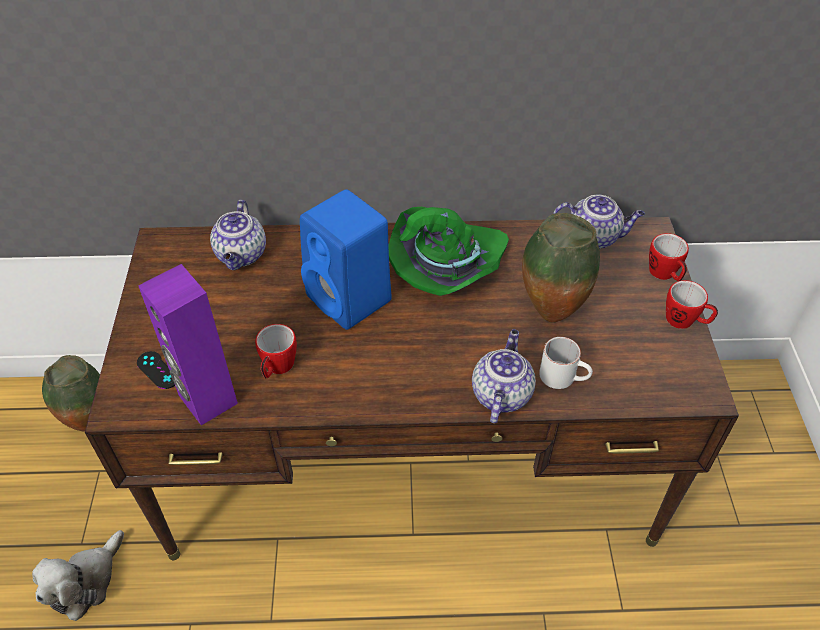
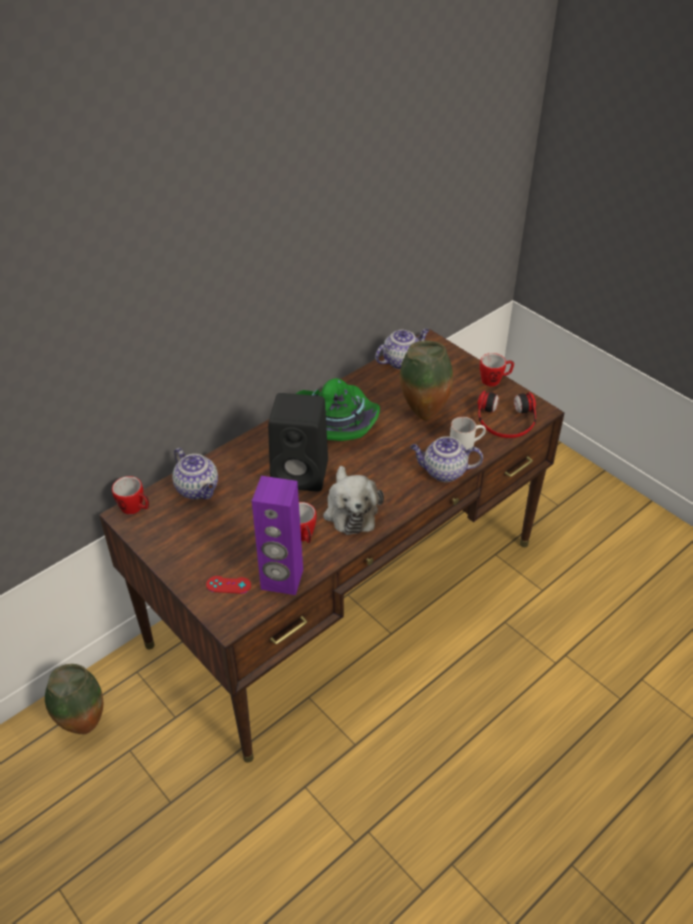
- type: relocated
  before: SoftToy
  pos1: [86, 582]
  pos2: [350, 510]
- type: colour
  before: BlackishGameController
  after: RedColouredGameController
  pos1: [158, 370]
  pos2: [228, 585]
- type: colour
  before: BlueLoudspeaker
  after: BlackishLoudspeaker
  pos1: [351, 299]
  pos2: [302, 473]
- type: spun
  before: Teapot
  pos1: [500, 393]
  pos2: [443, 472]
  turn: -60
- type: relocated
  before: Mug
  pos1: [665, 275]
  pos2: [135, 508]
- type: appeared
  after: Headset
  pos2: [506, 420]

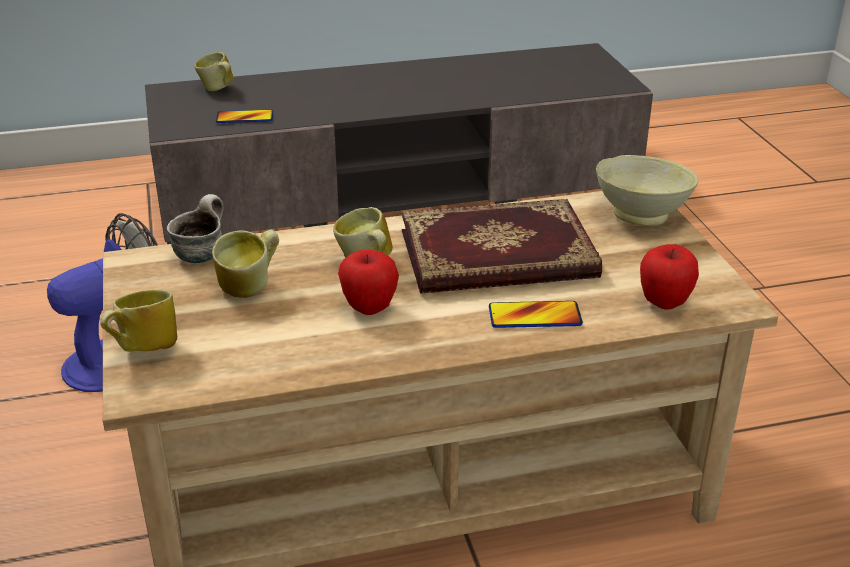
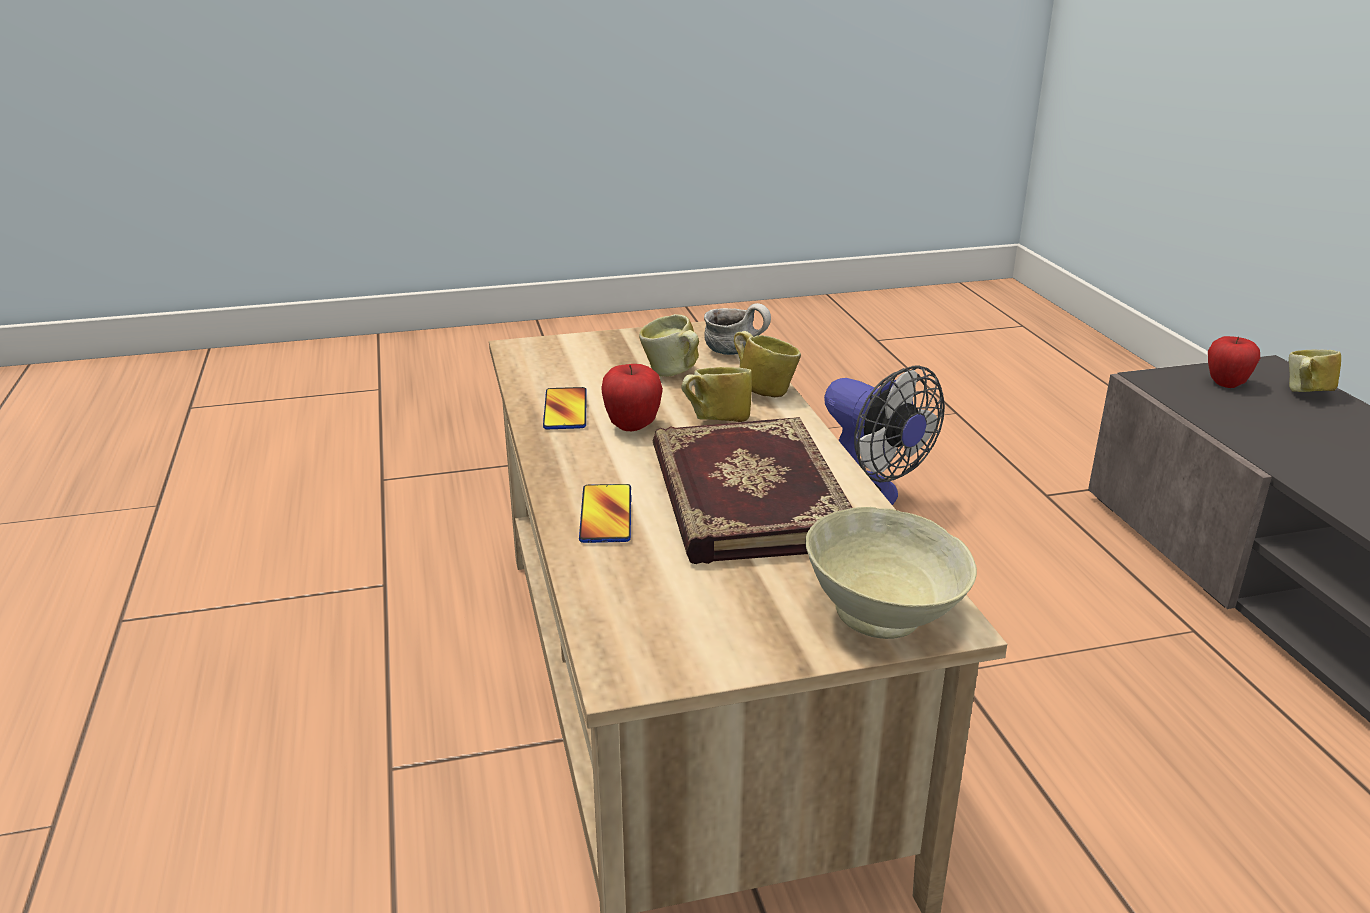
- type: relocated
  before: Mug
  pos1: [143, 350]
  pos2: [762, 391]
- type: relocated
  before: Handset
  pos1: [244, 118]
  pos2: [565, 410]
- type: relocated
  before: WholeApple
  pos1: [664, 303]
  pos2: [1226, 384]

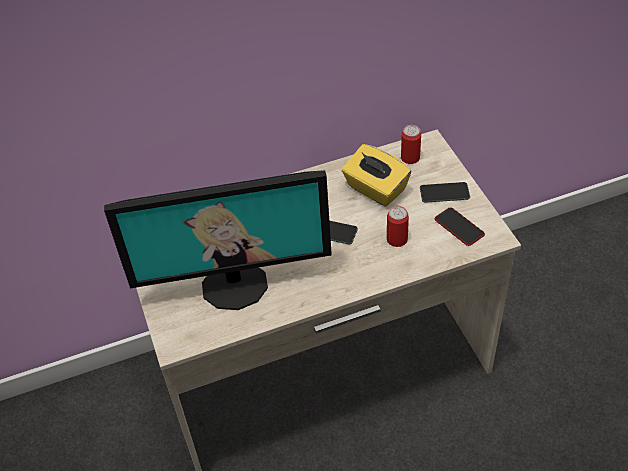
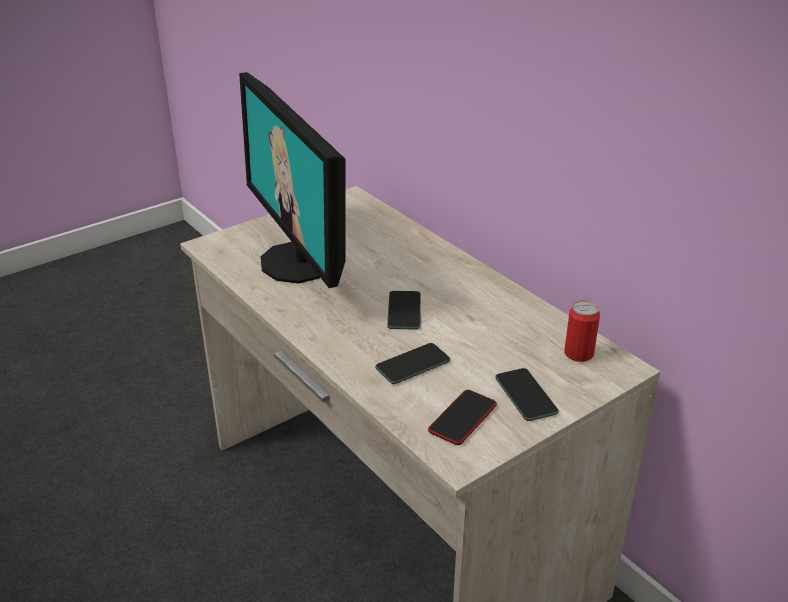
- type: missing
  before: YellowTissueBox
  pos1: [375, 189]
- type: exchanged
  before: SealedCan
  after: Handset
  pos1: [397, 239]
  pos2: [413, 364]

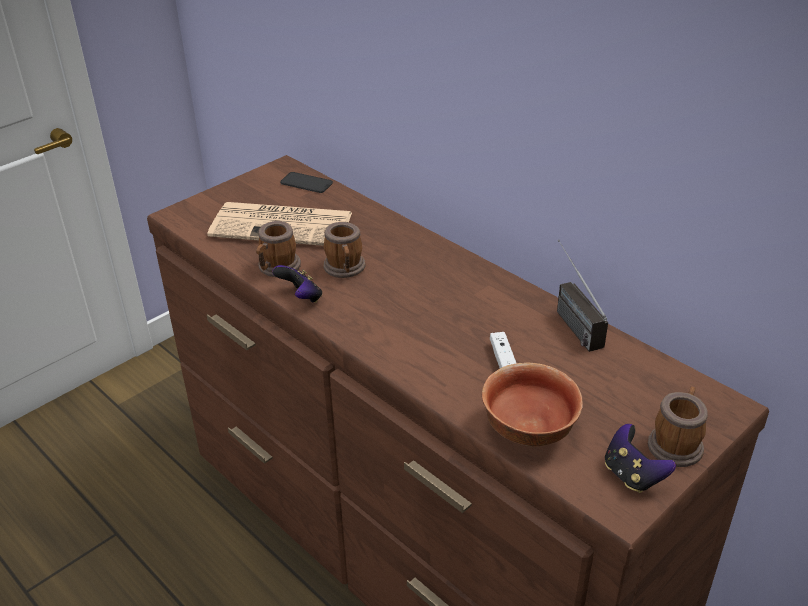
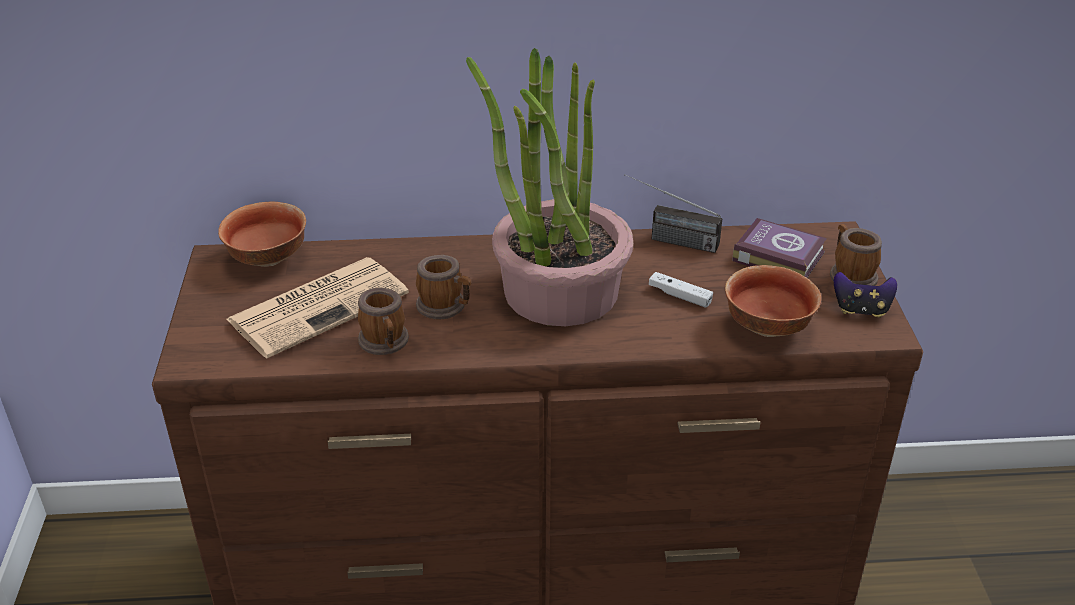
- type: missing
  before: GameController
  pos1: [301, 298]
- type: exchanged
  before: Handset
  after: DeepDish
  pos1: [306, 183]
  pos2: [269, 259]
- type: appeared
  after: PlantInAPot
  pos2: [559, 291]
- type: appeared
  after: Book
  pos2: [777, 255]

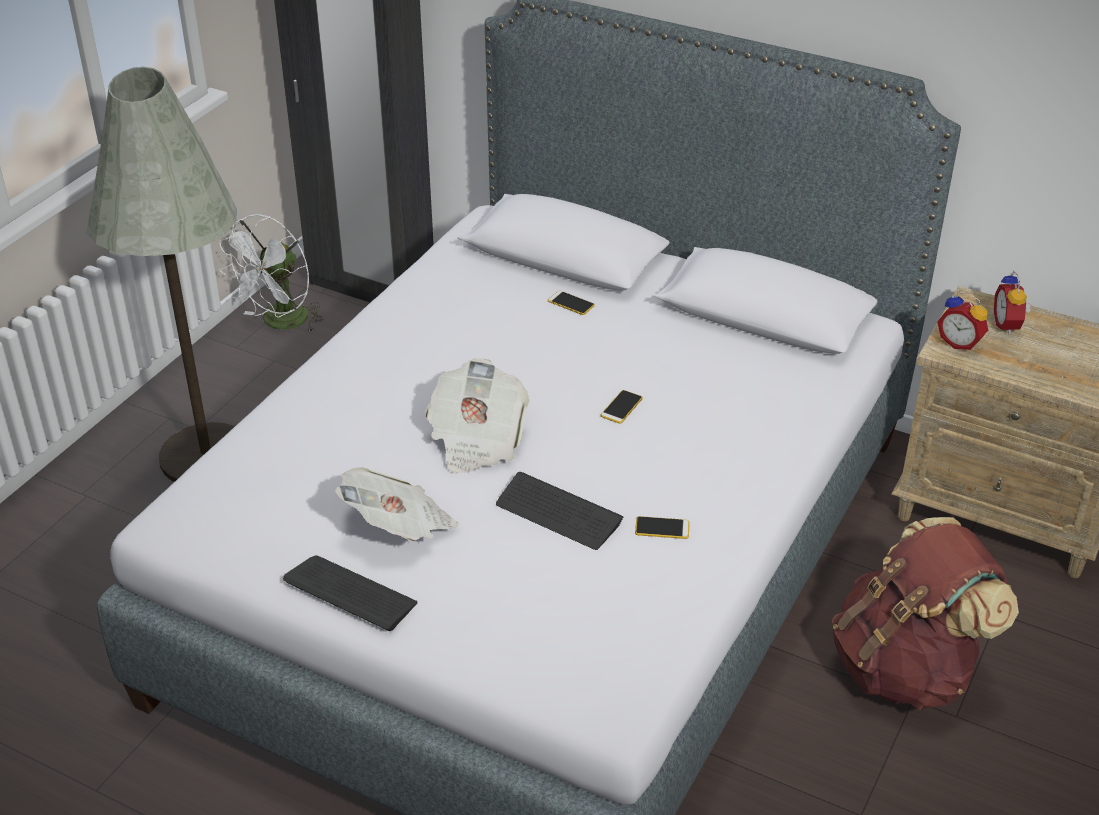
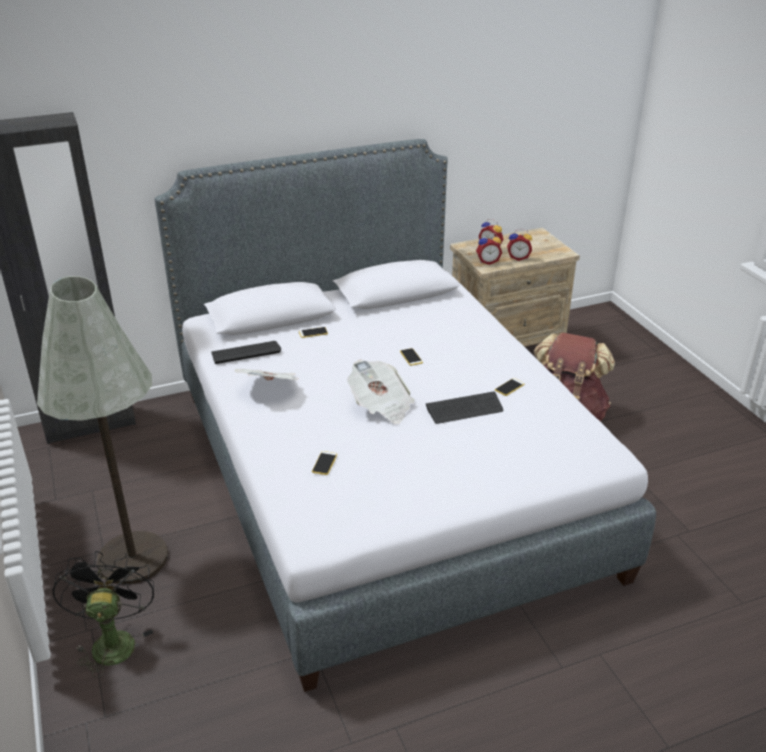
- type: missing
  before: WhiteColouredElectricFan
  pos1: [280, 323]
- type: relocated
  before: PcKeyboard
  pos1: [351, 594]
  pos2: [245, 352]
- type: relocated
  before: PrintedPaper
  pos1: [399, 527]
  pos2: [271, 388]
- type: appeared
  after: BlackishElectricFan
  pos2: [113, 640]
- type: appeared
  after: Handset
  pos2: [324, 463]
- type: appeared
  after: TableClock
  pos2: [518, 257]

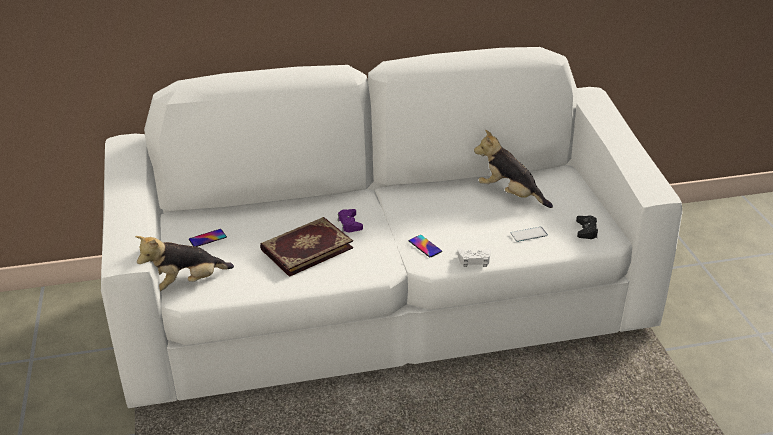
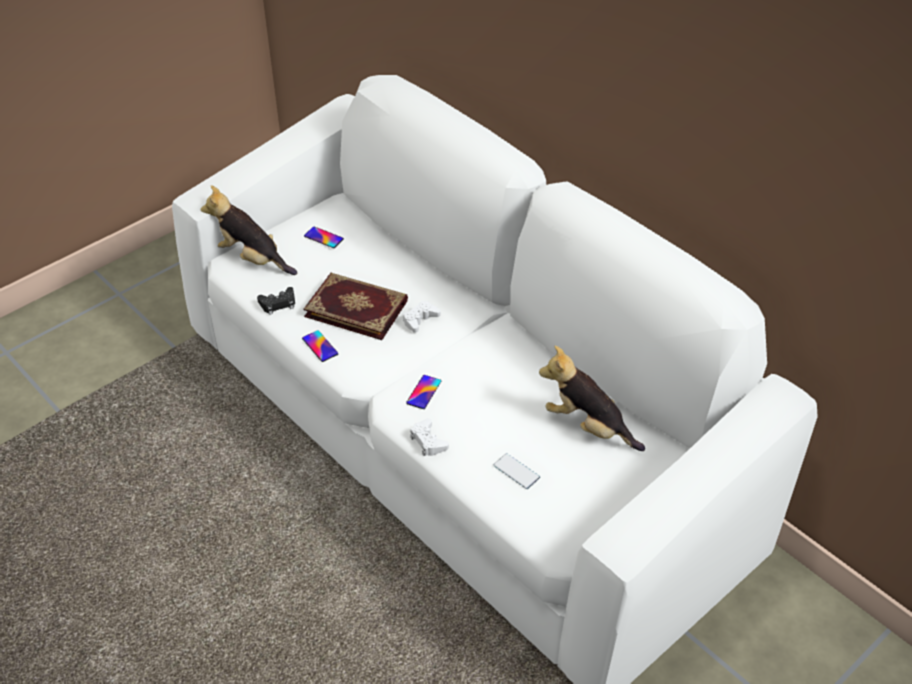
- type: colour
  before: PurpleColouredGameController
  after: WhiteColouredGameController
  pos1: [349, 224]
  pos2: [420, 320]
- type: spun
  before: SoftToy
  pos1: [510, 194]
  pos2: [588, 426]
  turn: -60
- type: relocated
  before: BlackishGameController
  pos1: [586, 230]
  pos2: [278, 304]
- type: appeared
  after: Handset
  pos2: [320, 346]

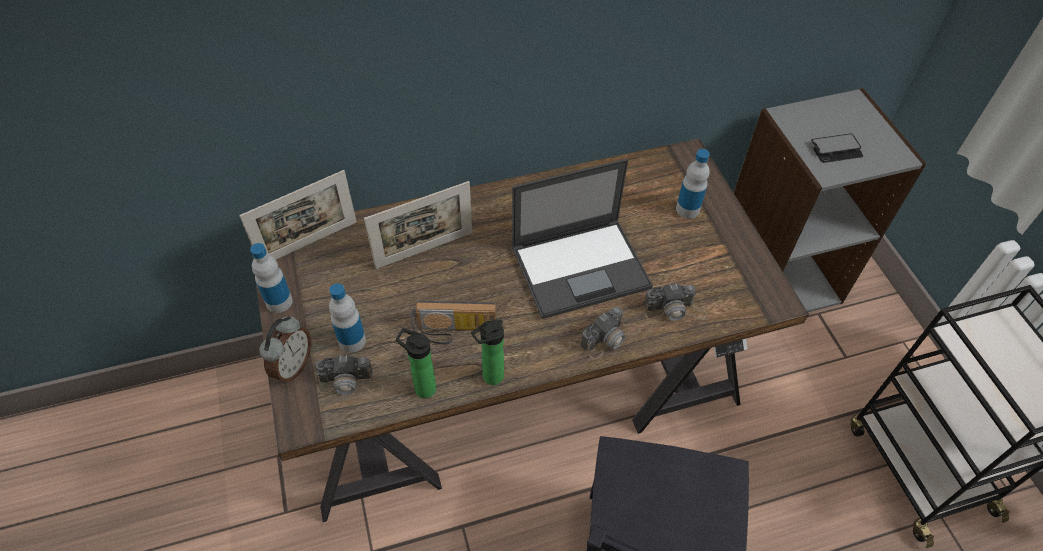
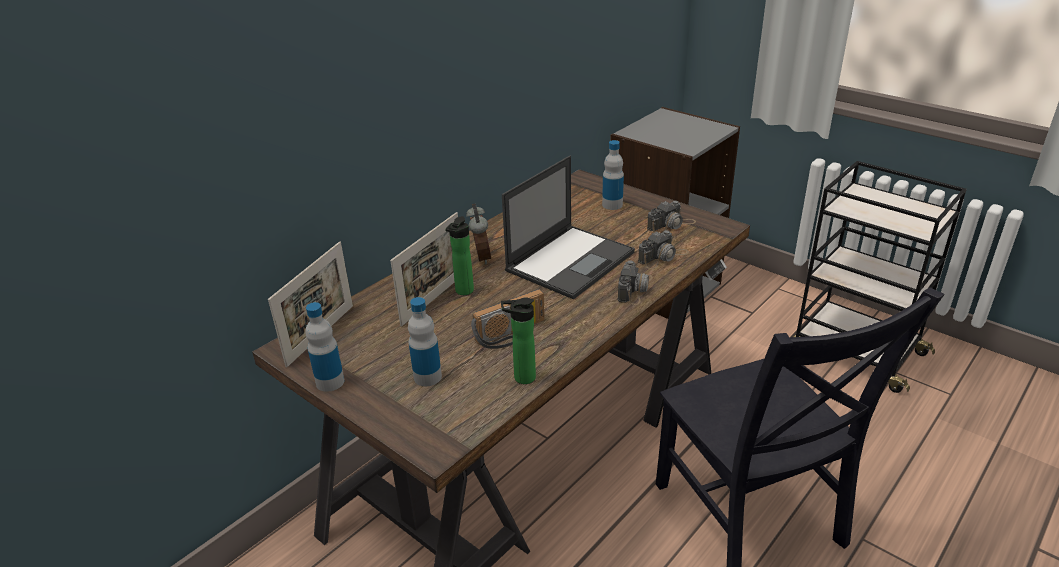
- type: relocated
  before: TableClock
  pos1: [292, 366]
  pos2: [480, 257]
- type: relocated
  before: PhotoCamera
  pos1: [351, 383]
  pos2: [671, 225]
- type: relocated
  before: Bottle
  pos1: [490, 378]
  pos2: [463, 292]
- type: missing
  before: Handset
  pos1: [836, 149]

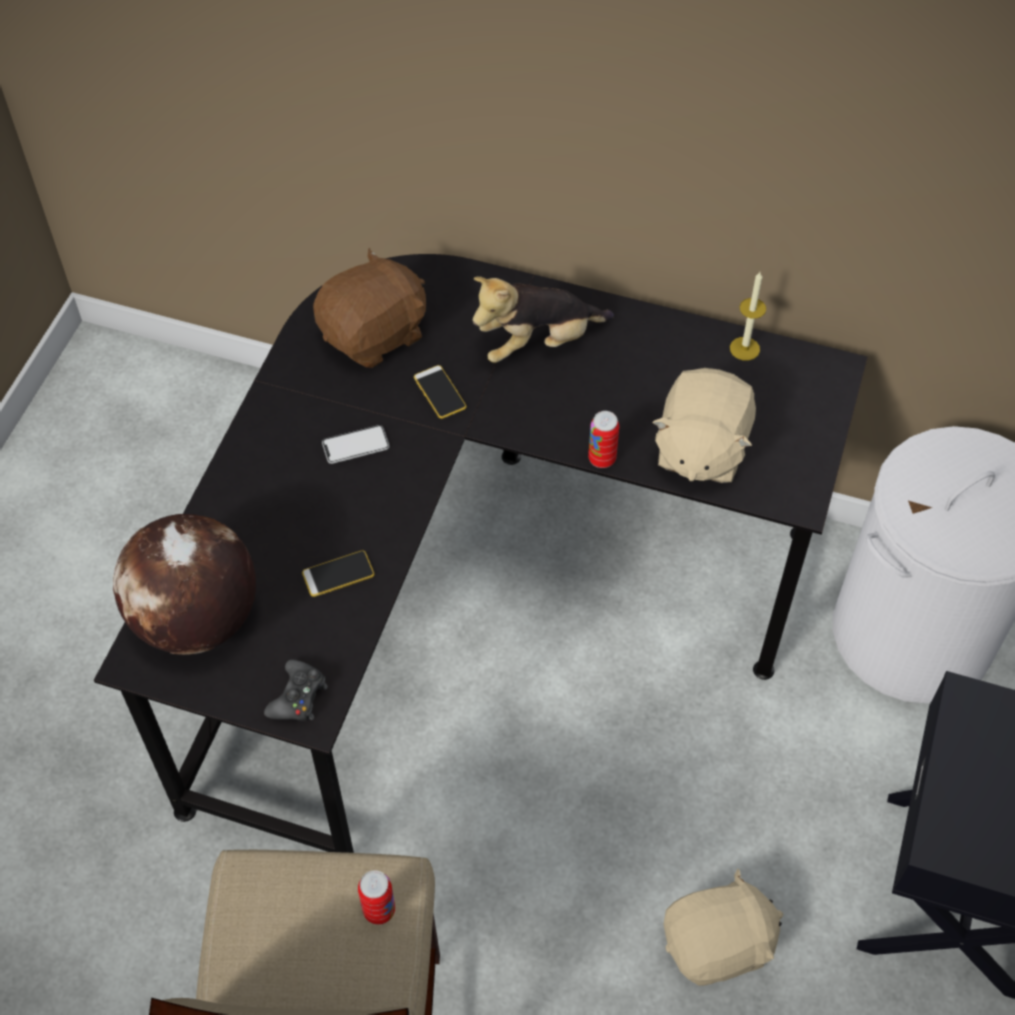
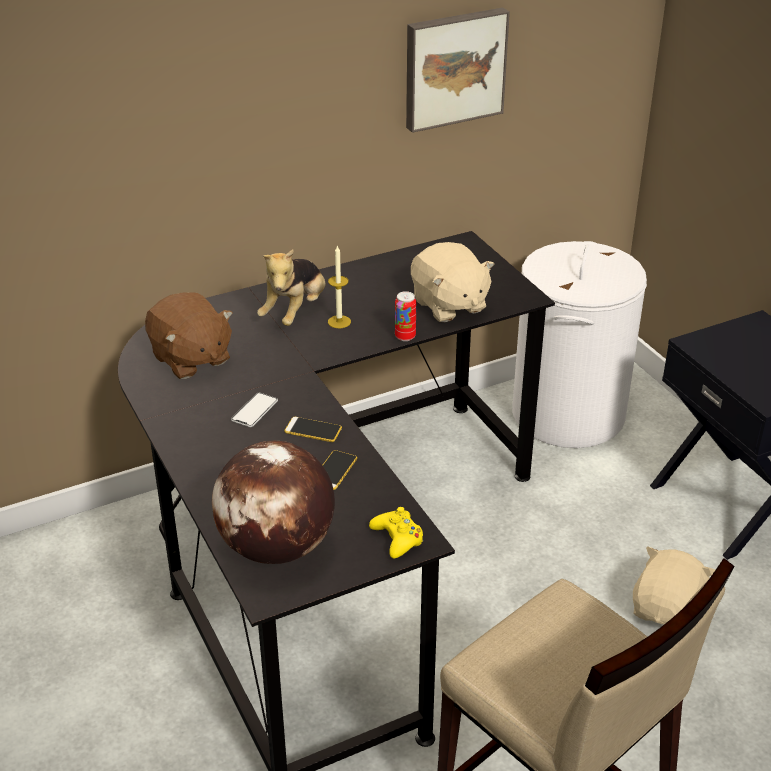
- type: colour
  before: BlackishGameController
  after: YellowGameController
  pos1: [298, 697]
  pos2: [398, 538]
- type: spun
  before: BrownishSoftToy
  pos1: [375, 335]
  pos2: [190, 359]
  turn: 135
- type: missing
  before: SealedCan
  pos1: [379, 910]
- type: relocated
  before: Handset
  pos1: [440, 392]
  pos2: [313, 430]
- type: relocated
  before: WaxLight
  pos1: [744, 348]
  pos2: [339, 322]
- type: appeared
  after: WallArt
  pos2: [453, 68]

